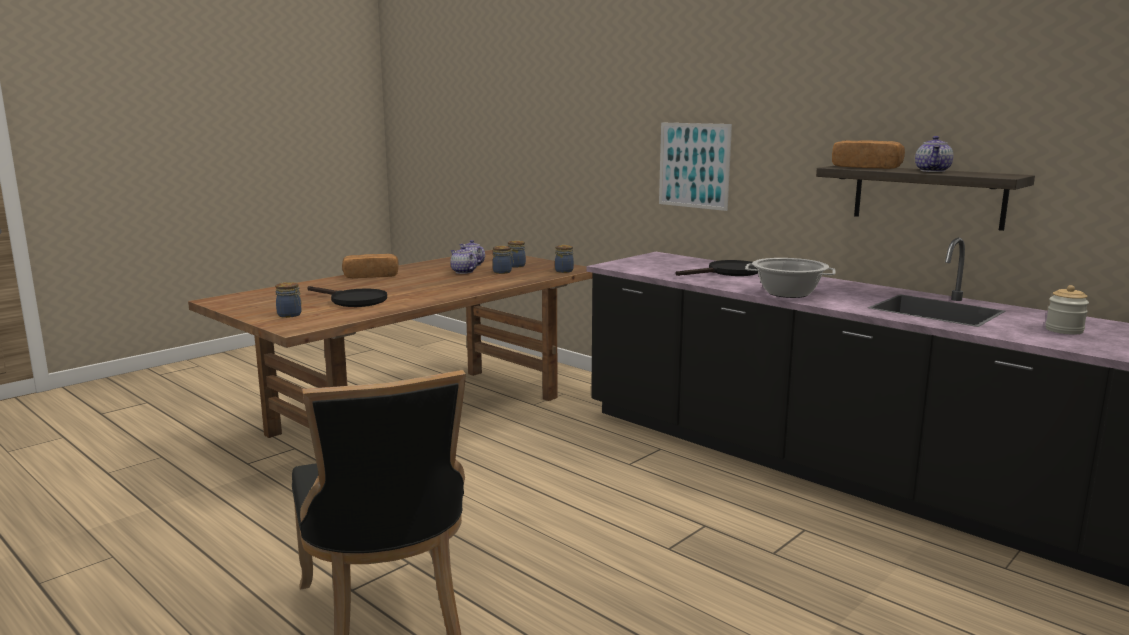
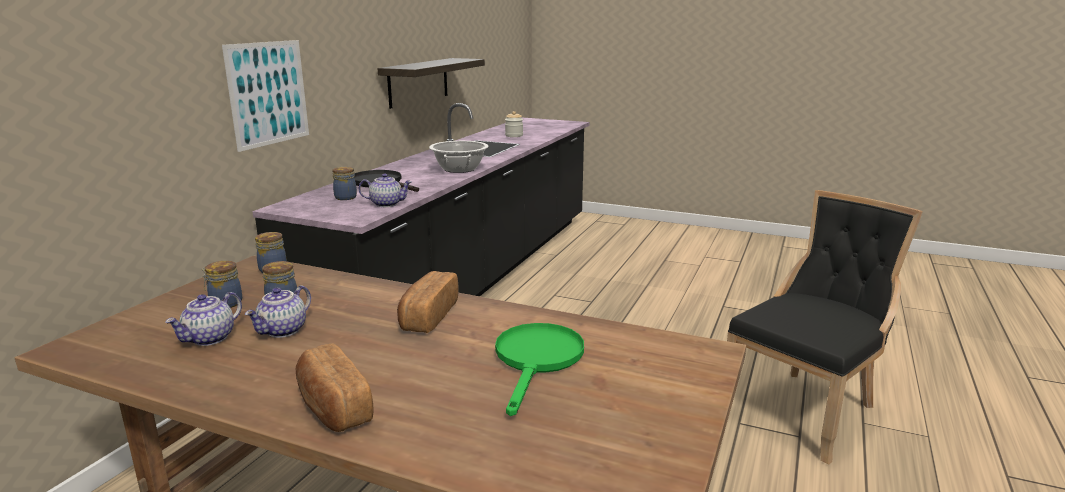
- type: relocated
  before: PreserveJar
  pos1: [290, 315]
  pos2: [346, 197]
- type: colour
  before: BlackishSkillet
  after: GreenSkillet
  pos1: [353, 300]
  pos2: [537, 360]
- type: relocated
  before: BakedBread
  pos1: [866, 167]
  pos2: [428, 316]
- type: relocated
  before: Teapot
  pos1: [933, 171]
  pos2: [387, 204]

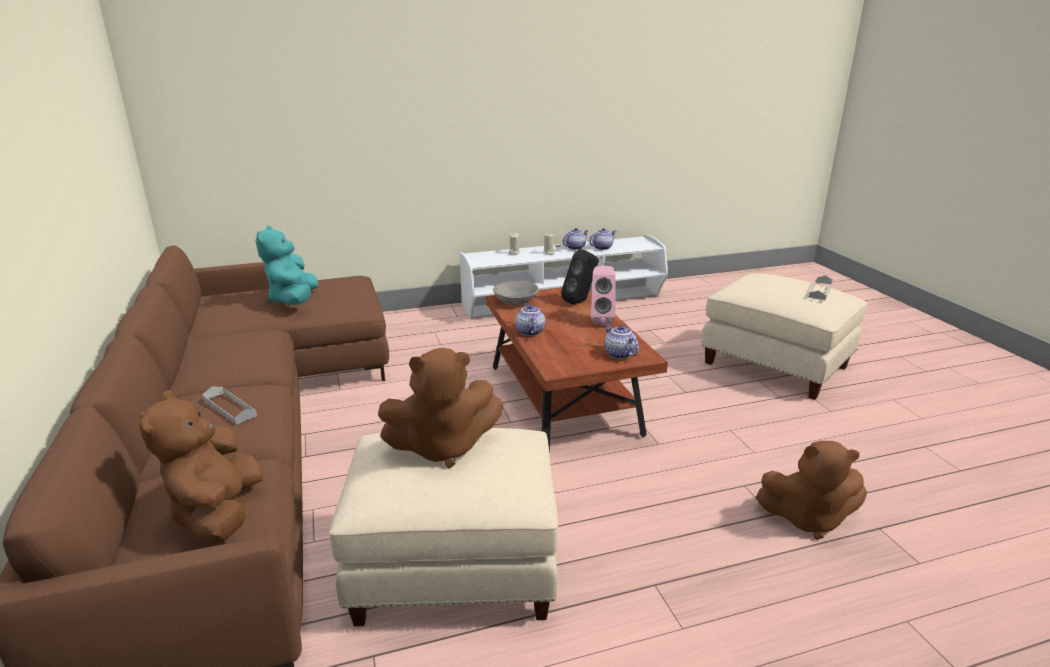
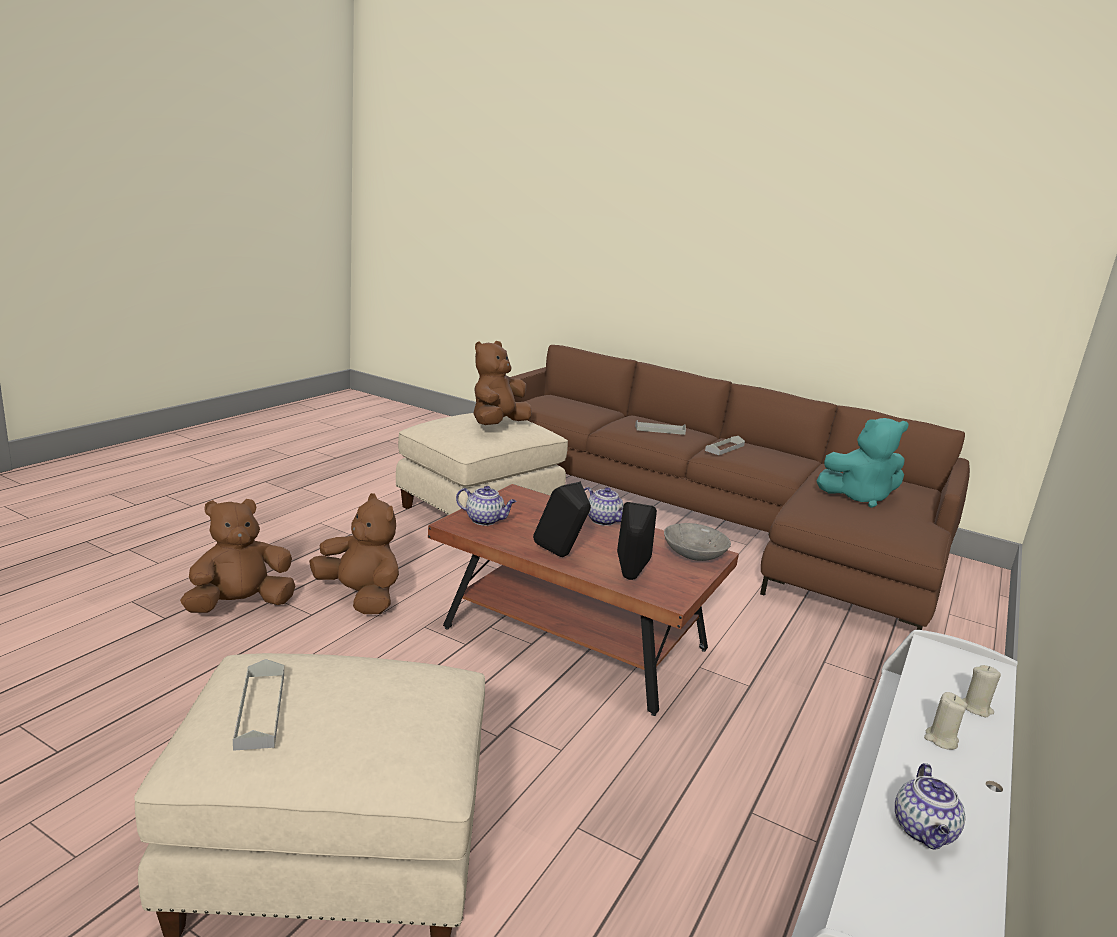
- type: relocated
  before: BrownishSoftToy
  pos1: [219, 514]
  pos2: [360, 597]
- type: spun
  before: BlueGreenSoftToy
  pos1: [294, 300]
  pos2: [859, 497]
  turn: 135
- type: missing
  before: Teapot
  pos1: [575, 247]
- type: colour
  before: PinkishLoudspeaker
  after: BlackishLoudspeaker
  pos1: [601, 320]
  pos2: [561, 556]
- type: appeared
  after: GreyishCarryingTray
  pos2: [724, 448]

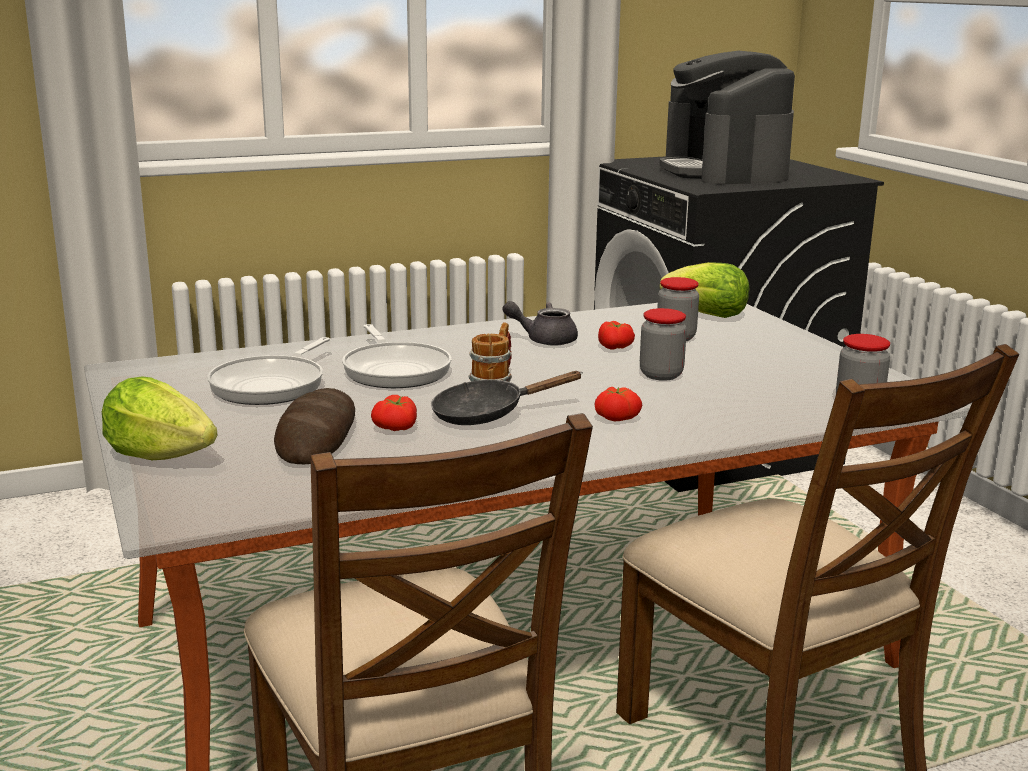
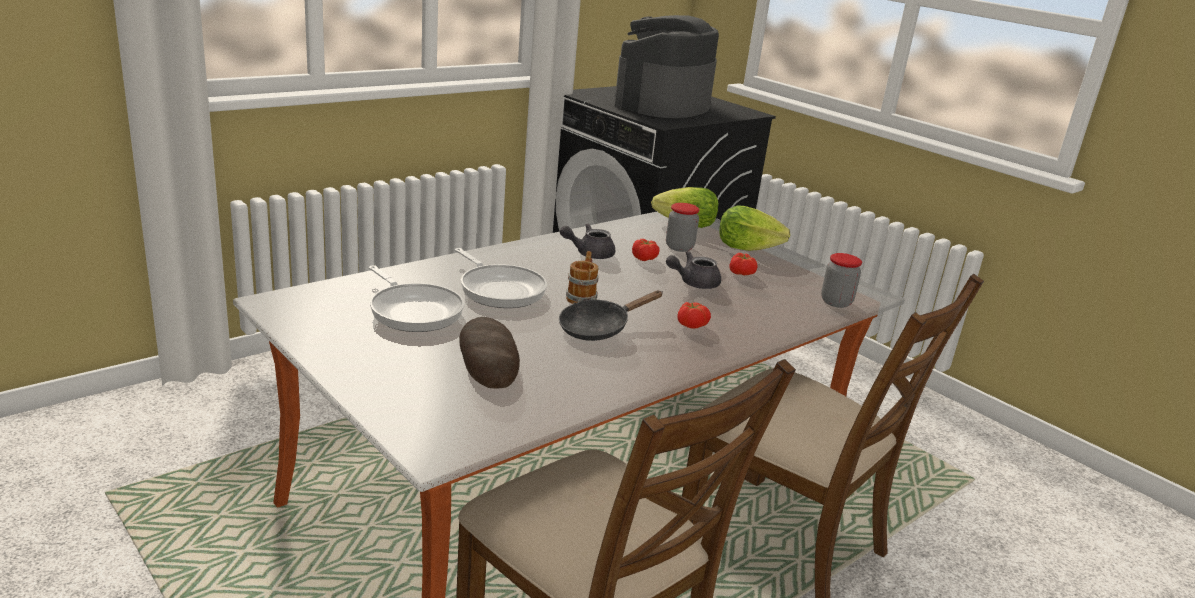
- type: relocated
  before: Lettuce
  pos1: [160, 456]
  pos2: [746, 248]
- type: spun
  before: Skillet
  pos1: [272, 385]
  pos2: [414, 311]
  turn: -45
- type: relocated
  before: Tomato
  pos1: [397, 428]
  pos2: [742, 273]
- type: exchanged
  before: PreserveJar
  after: GreyishTeapot
  pos1: [661, 375]
  pos2: [693, 283]
- type: spun
  before: CoffeeMachine
  pos1: [724, 172]
  pos2: [662, 105]
  turn: 60

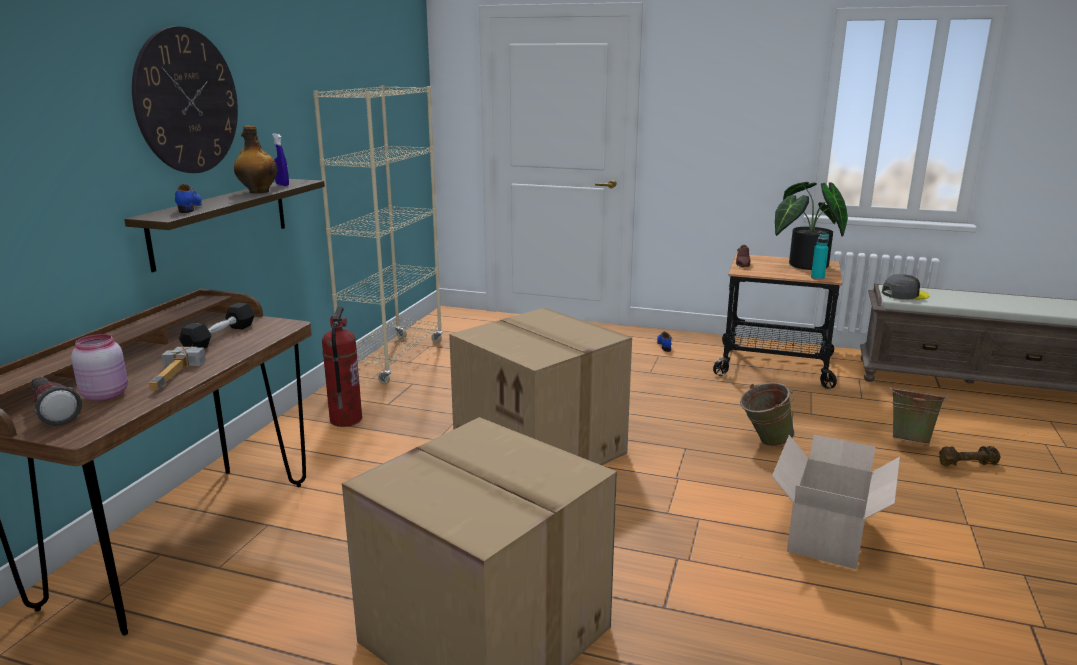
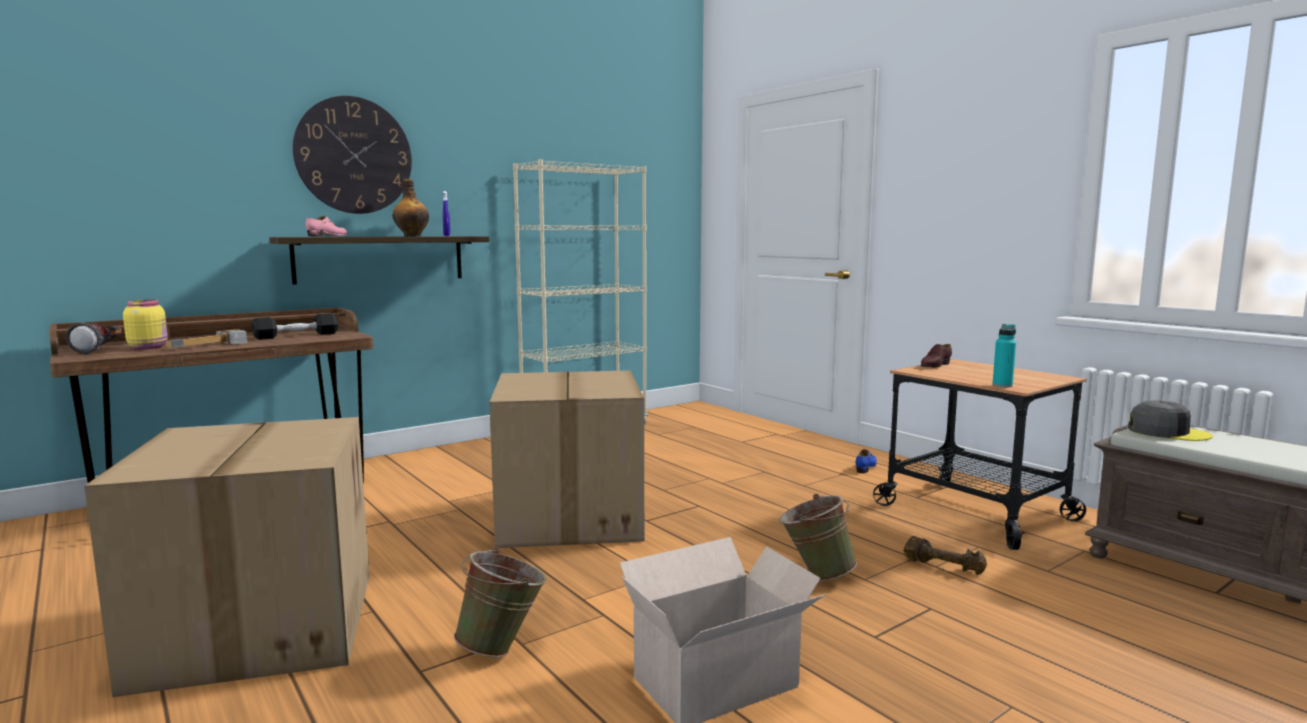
- type: colour
  before: PinkishPreserveJar
  after: YellowPreserveJar
  pos1: [105, 395]
  pos2: [149, 347]
- type: colour
  before: BlueLowShoe
  after: PinkishLowShoe
  pos1: [190, 208]
  pos2: [328, 236]
- type: missing
  before: Extinguisher
  pos1: [346, 420]
- type: missing
  before: PlantInAPot
  pos1: [803, 265]
- type: relocated
  before: GreenBucket
  pos1: [910, 441]
  pos2: [503, 647]
- type: relocated
  before: BrownishHandWeight
  pos1: [966, 464]
  pos2: [944, 566]

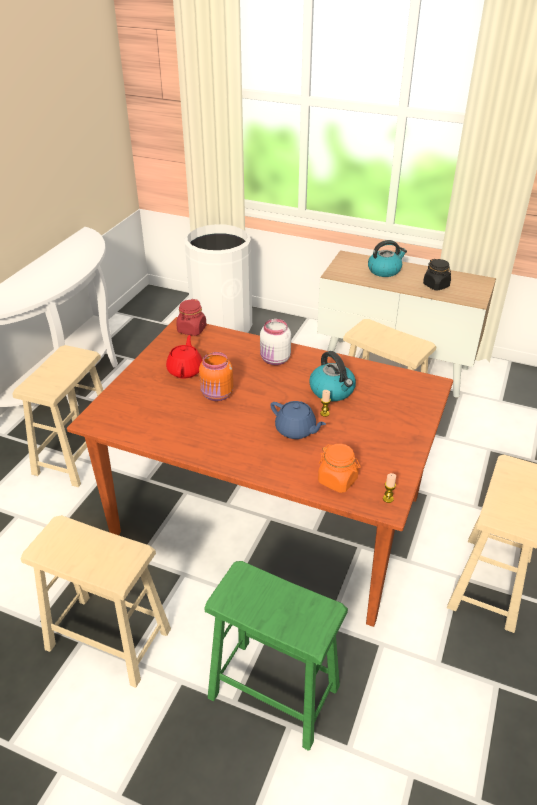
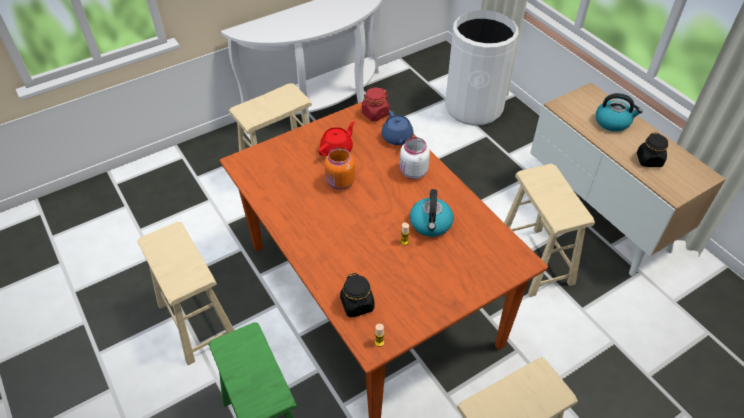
- type: relocated
  before: BlueTeapot
  pos1: [296, 430]
  pos2: [397, 138]
- type: colour
  before: OrangePreserveJar
  after: BlackishPreserveJar
  pos1: [337, 480]
  pos2: [357, 304]

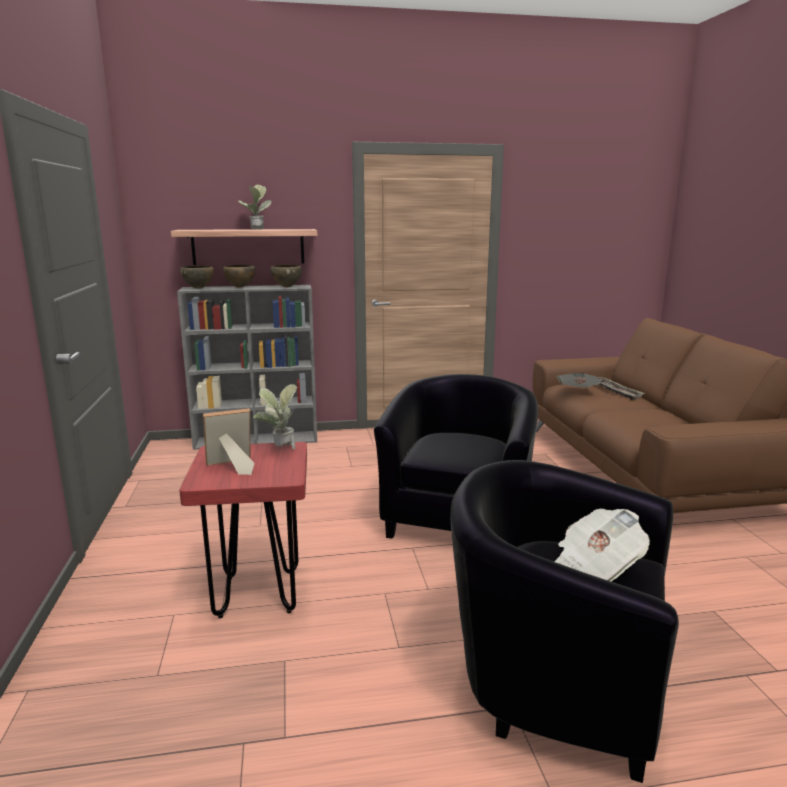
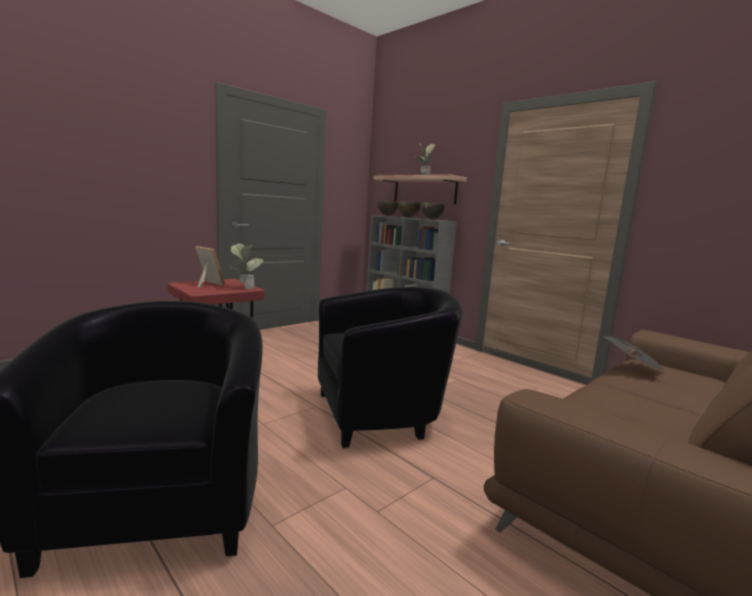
- type: missing
  before: PrintedPaper
  pos1: [594, 568]
- type: missing
  before: CarryingTray
  pos1: [615, 391]

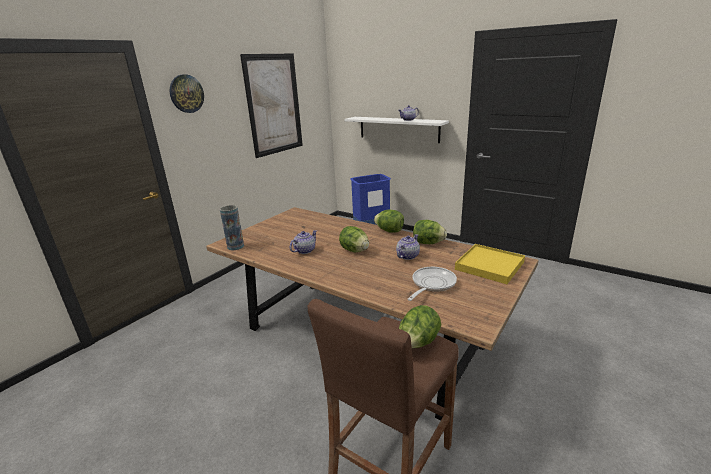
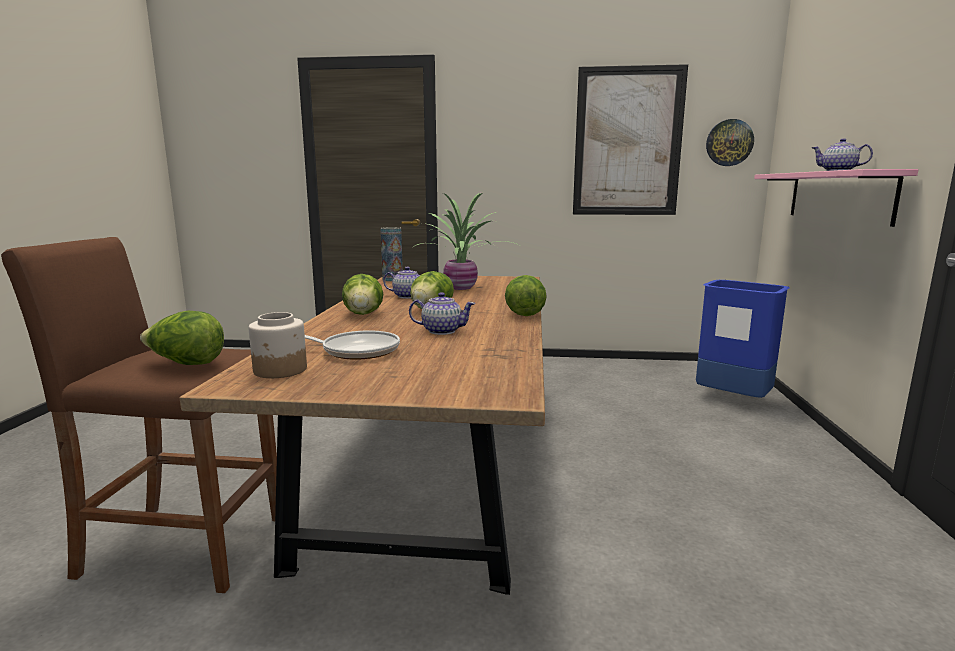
- type: relocated
  before: HangingClock
  pos1: [186, 93]
  pos2: [729, 142]
- type: colour
  before: WhiteColouredBracketShelf
  after: PinkishBracketShelf
  pos1: [398, 129]
  pos2: [838, 196]
- type: relocated
  before: Lettuce
  pos1: [428, 243]
  pos2: [363, 314]
- type: missing
  before: YellowCarryingTray
  pos1: [489, 266]
- type: appeared
  after: PreserveJar
  pos2: [280, 370]
- type: appeared
  after: PlantInAPot
  pos2: [462, 288]

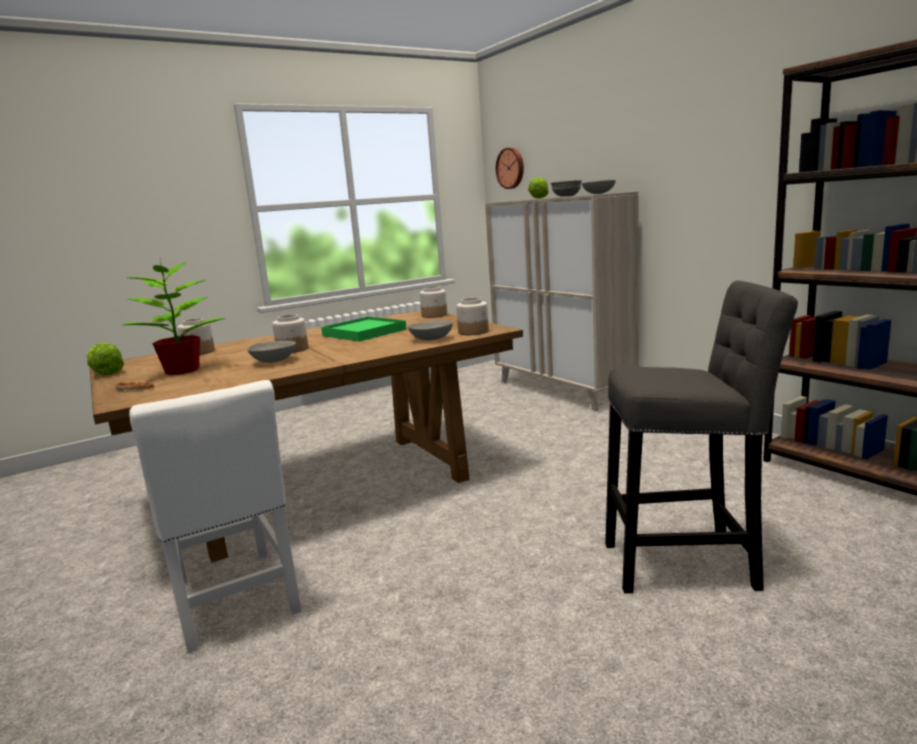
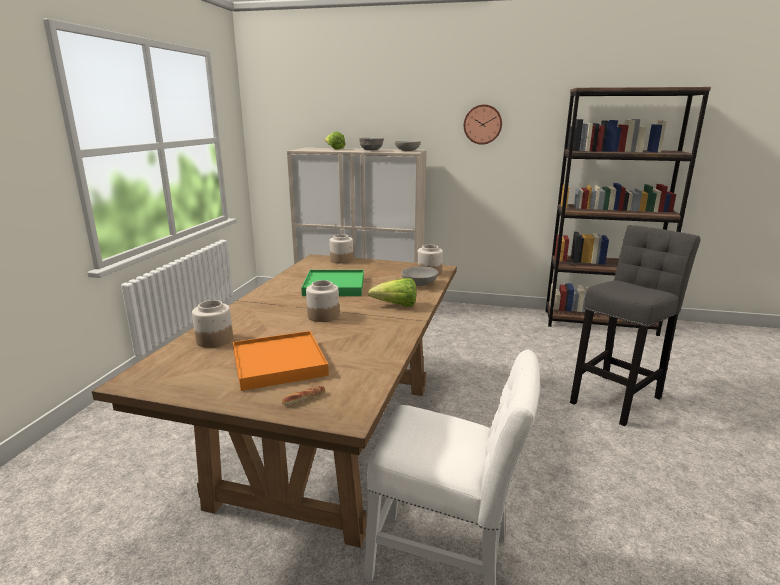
- type: relocated
  before: Lettuce
  pos1: [104, 373]
  pos2: [396, 306]
- type: exchanged
  before: PlantInAPot
  after: OrangeCarryingTray
  pos1: [183, 370]
  pos2: [279, 364]
- type: missing
  before: GreyishDeepDish
  pos1: [273, 362]
- type: relocated
  before: HangingClock
  pos1: [511, 168]
  pos2: [482, 124]

